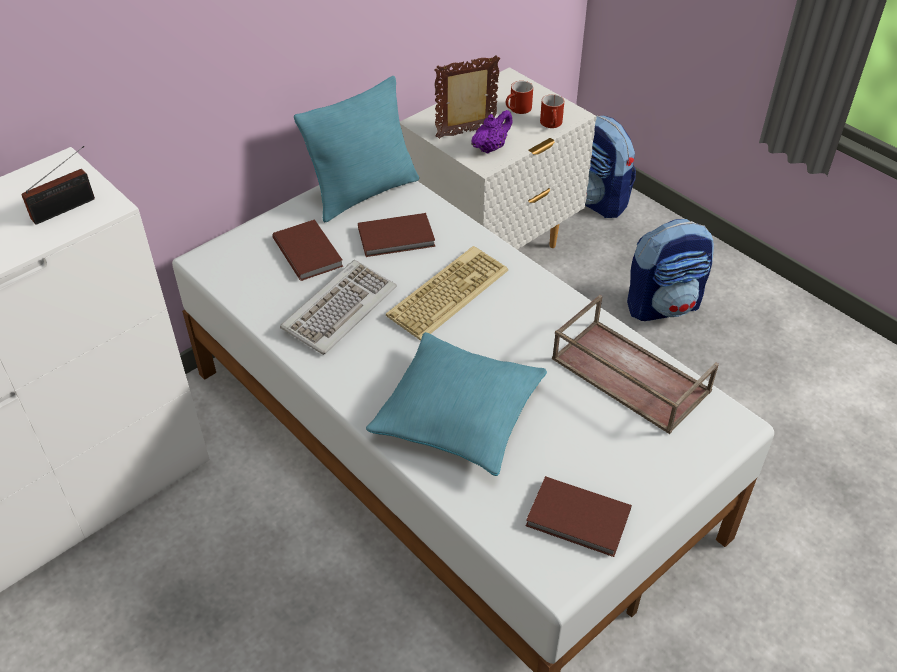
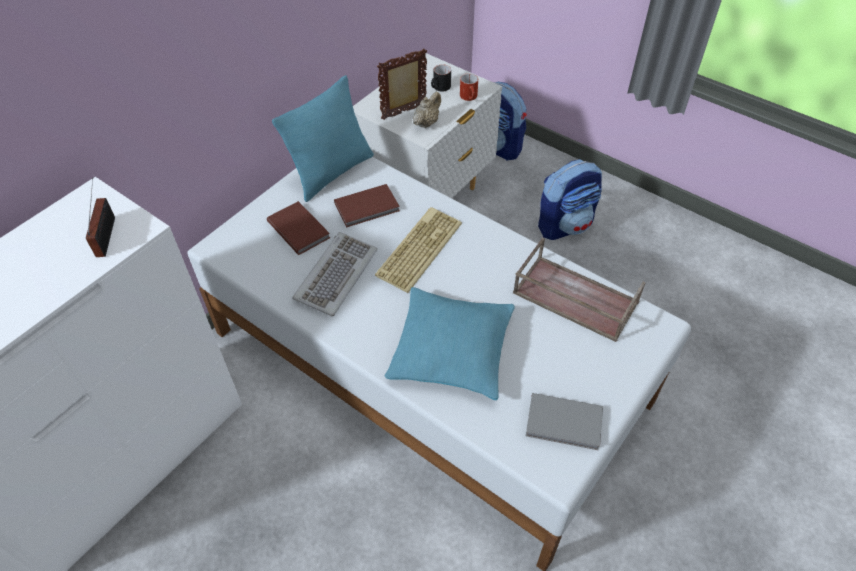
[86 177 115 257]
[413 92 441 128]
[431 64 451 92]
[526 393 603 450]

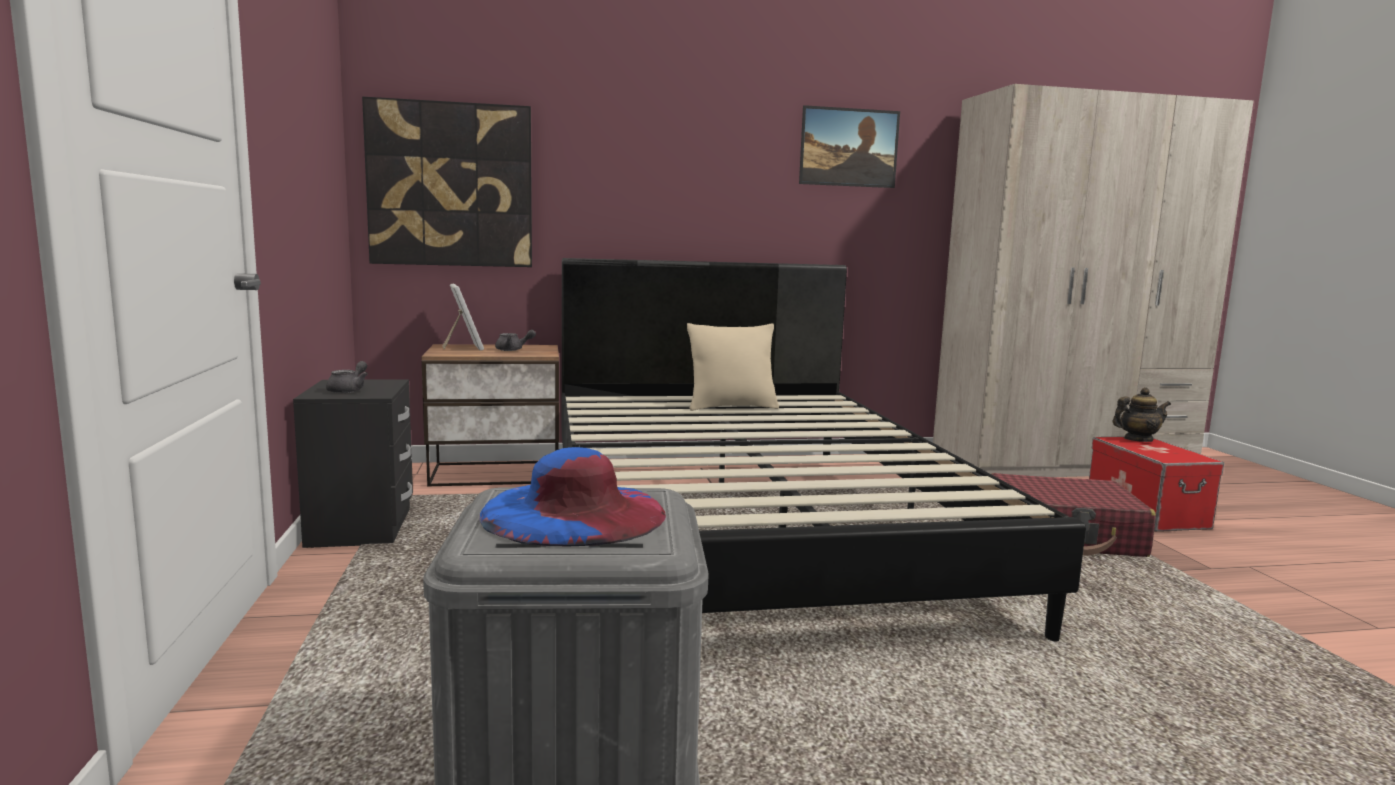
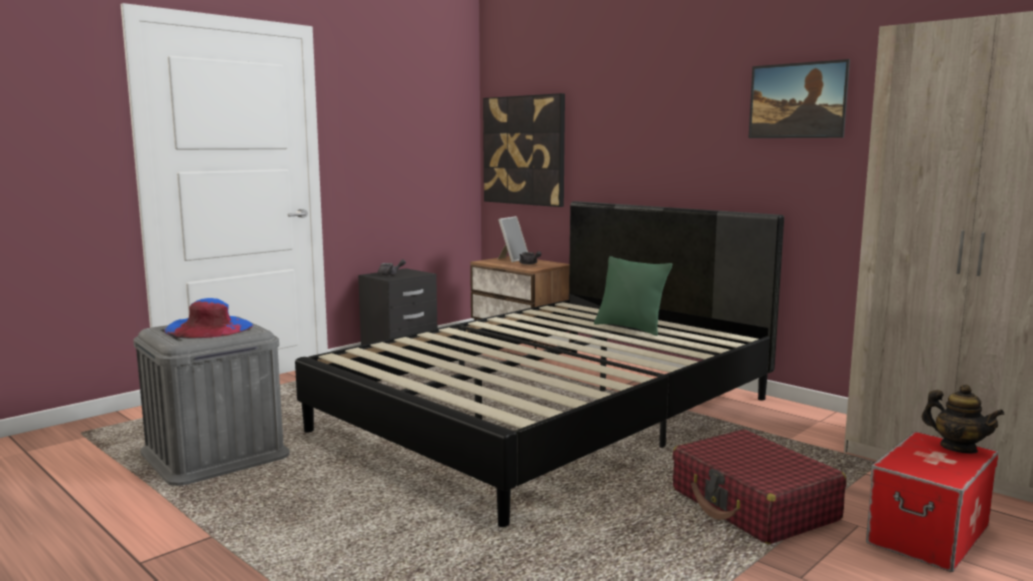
[594 256 672 336]

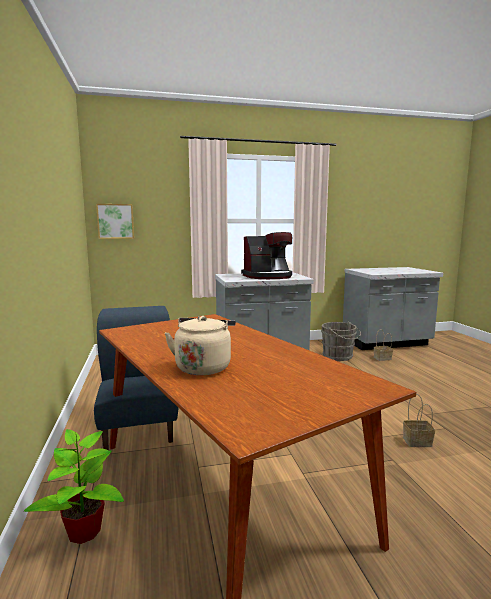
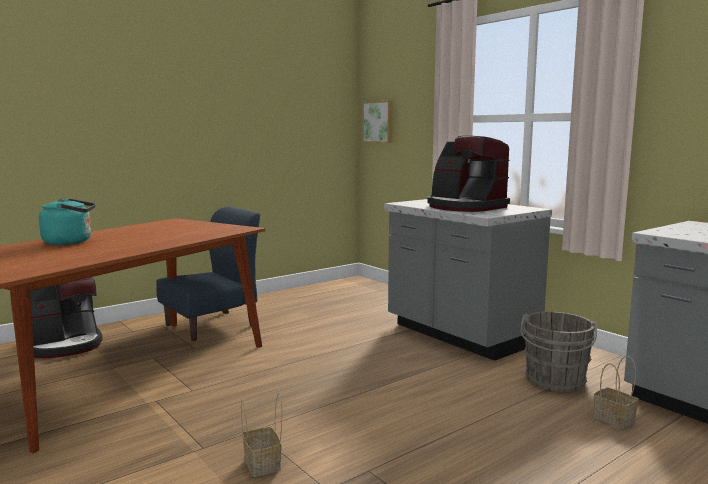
[30 277 103 358]
[39 198 96 245]

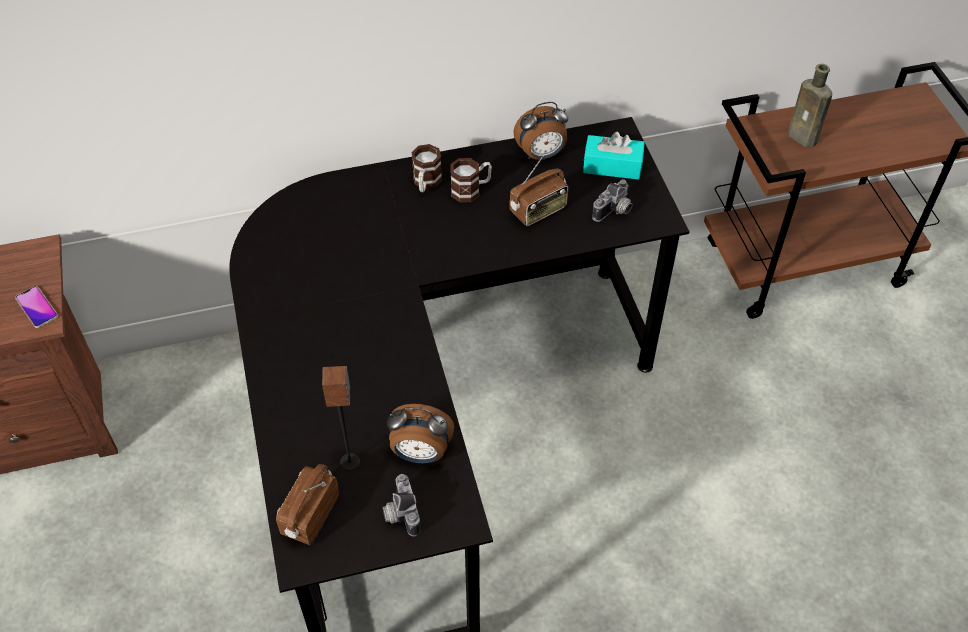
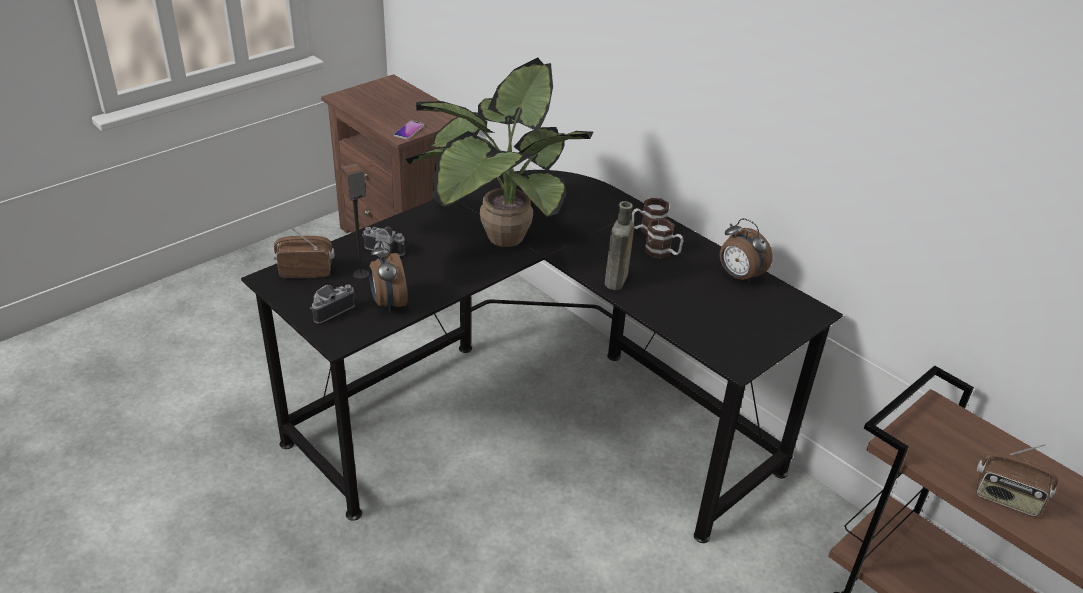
[976 444 1058 517]
[583 132 644 180] (first image)
[362 227 405 256]
[605 201 634 290]
[406 57 593 247]

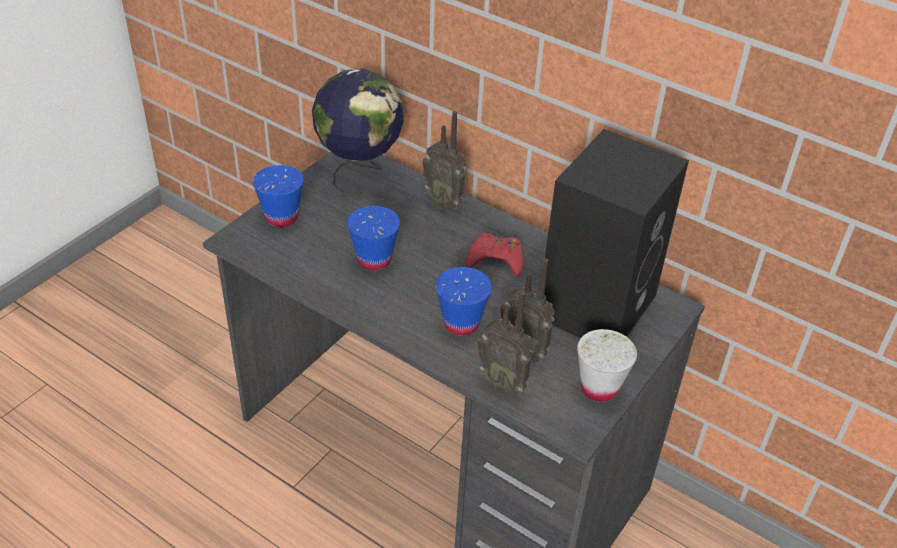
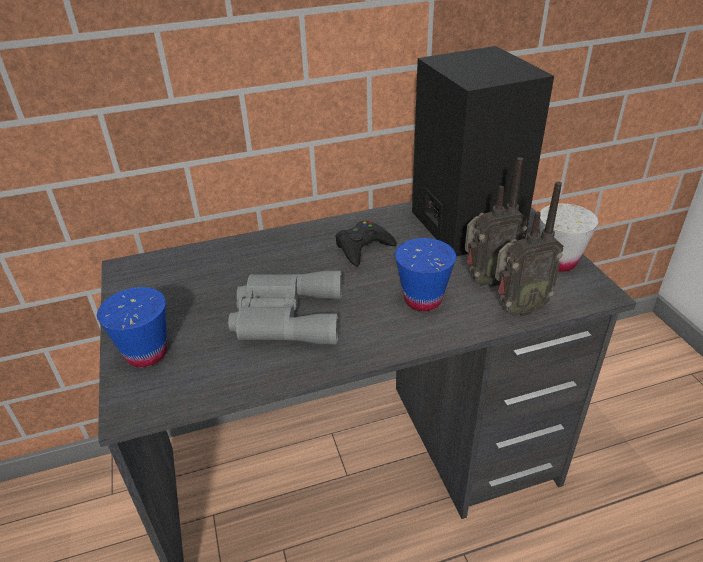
[312 69 404 196] (first image)
[228 271 342 345]
[422 111 467 210] (first image)
[335 220 397 267]

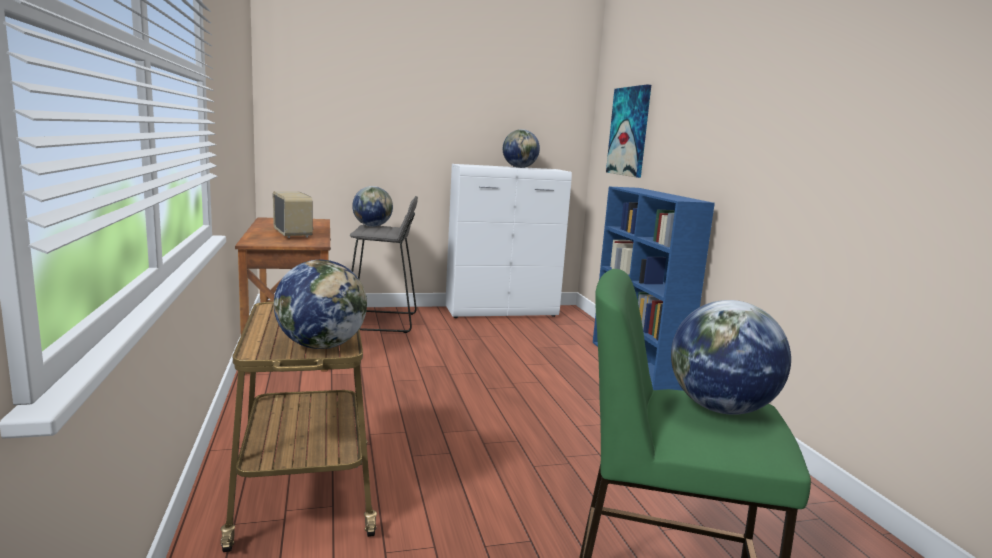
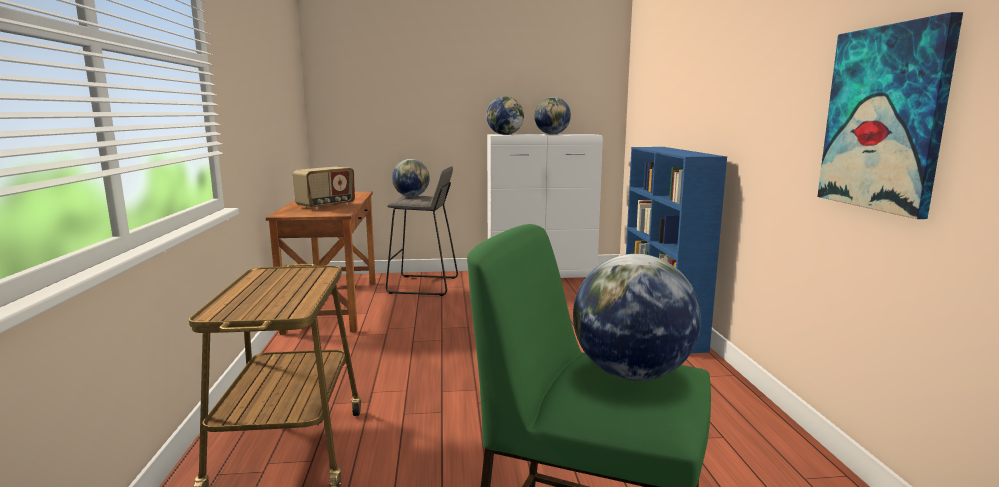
[293 167 355 209]
[486 97 524 135]
[817 12 963 219]

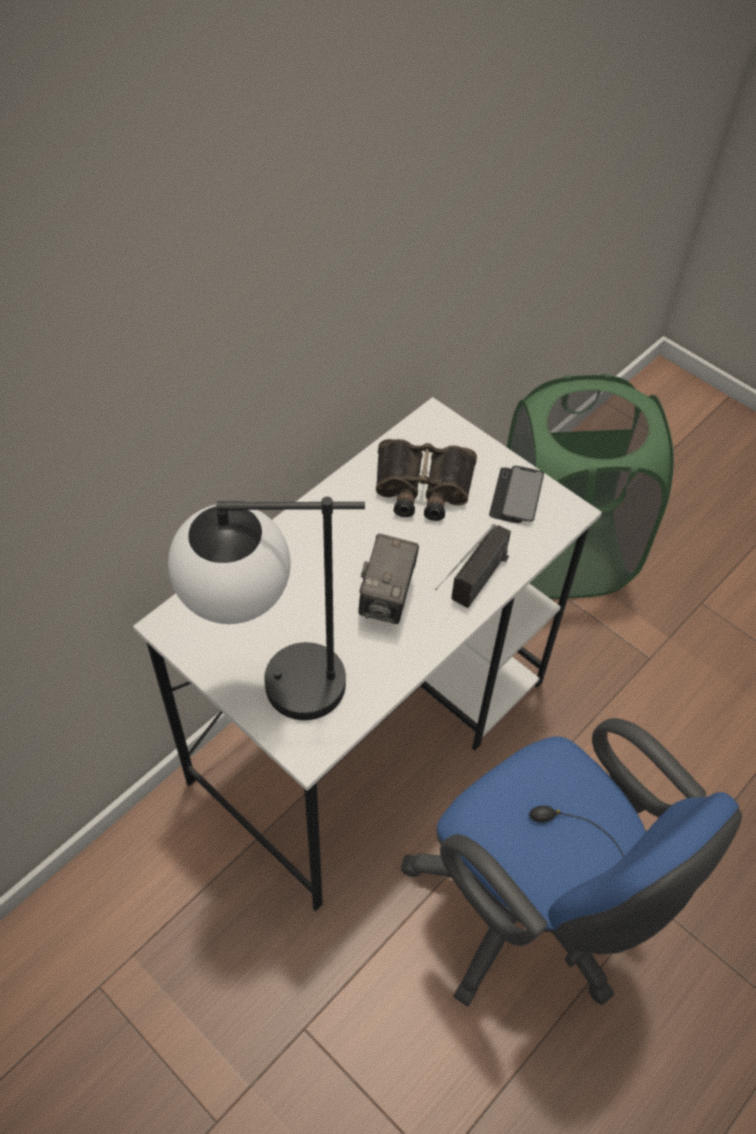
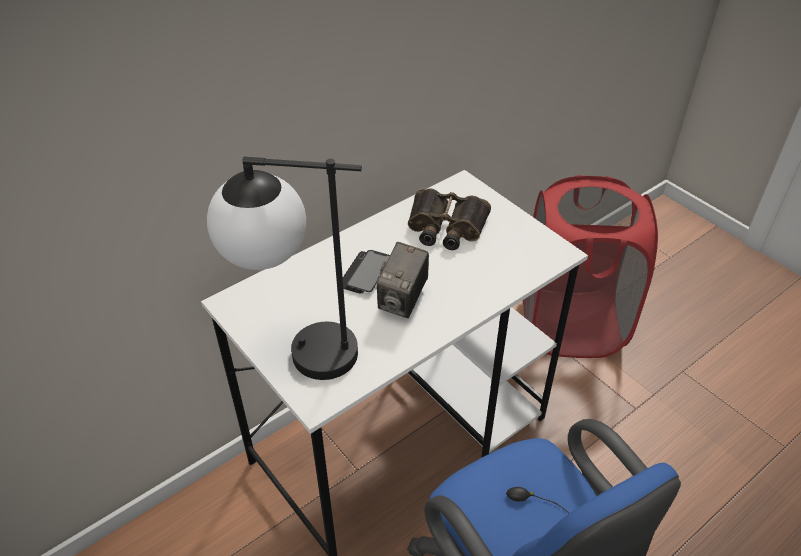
[435 524 511 608] (first image)
[343 250 390 293]
[523 175 658 358]

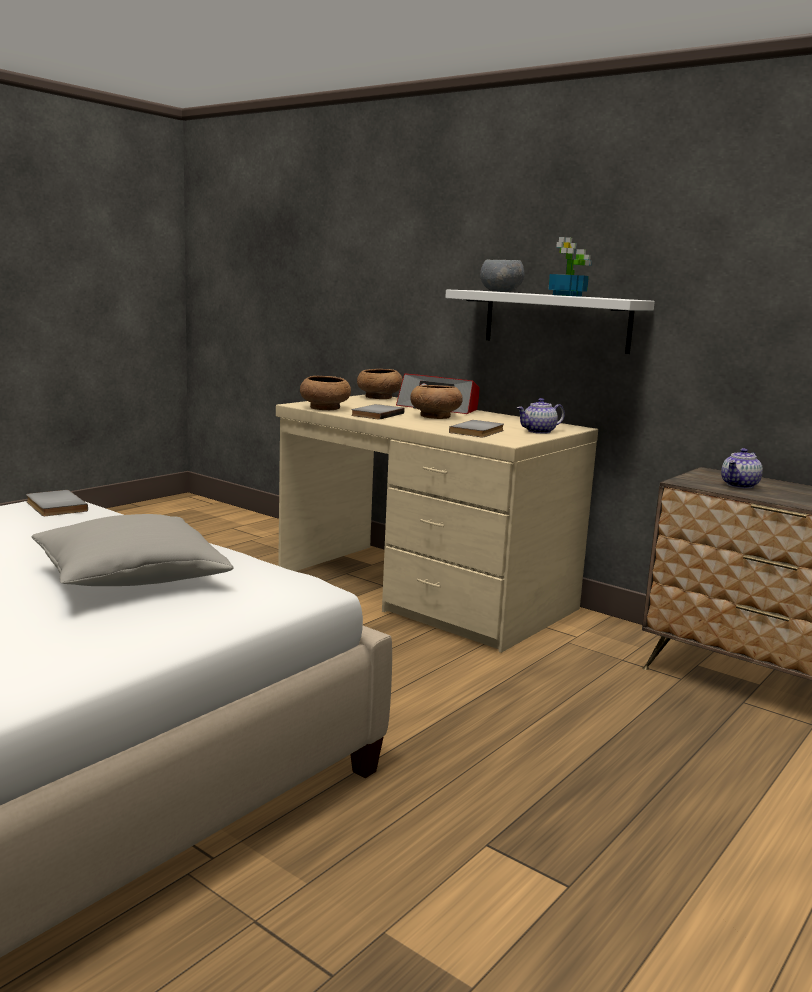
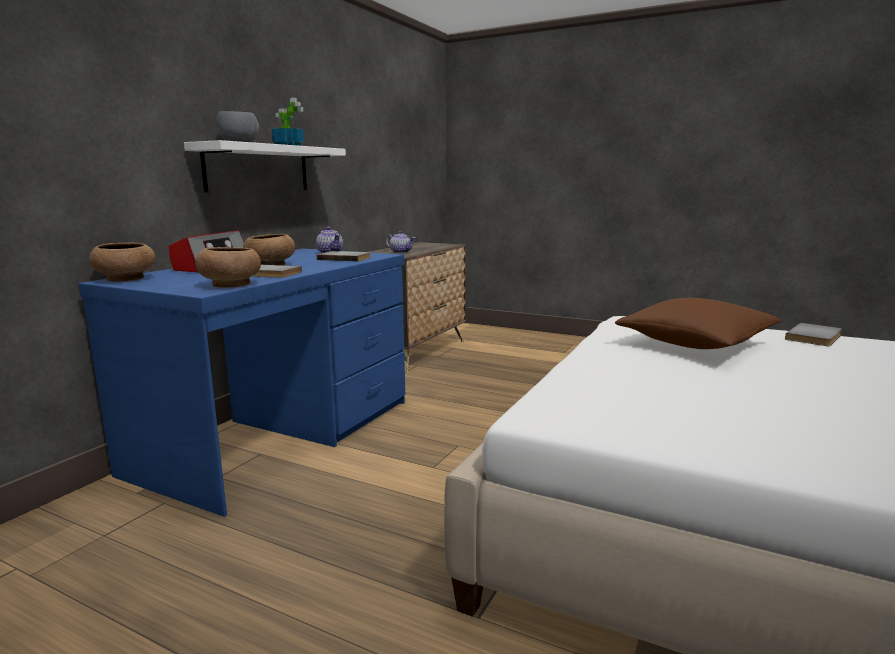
[785 323 842 346]
[615 298 781 349]
[78 249 405 517]

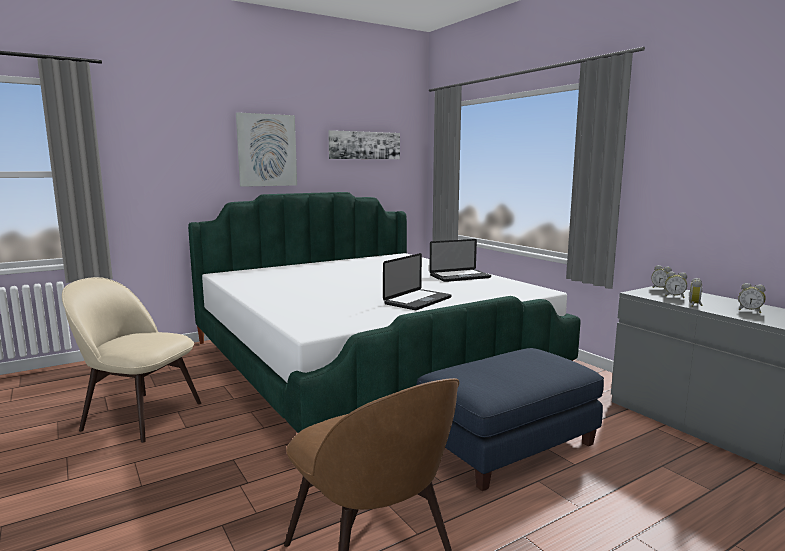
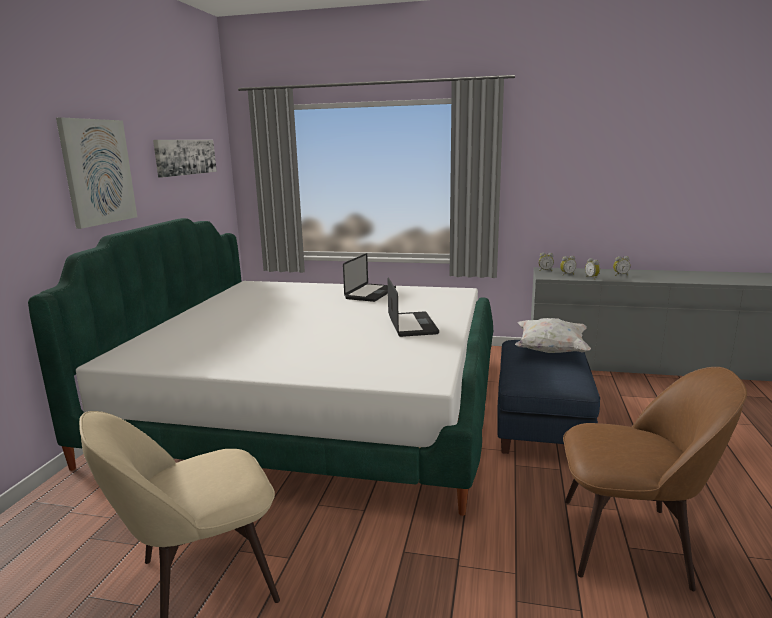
[515 318 591 353]

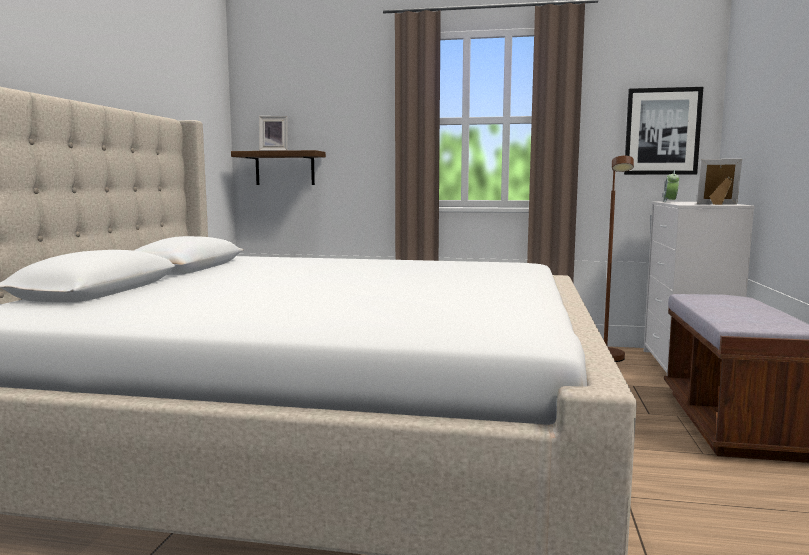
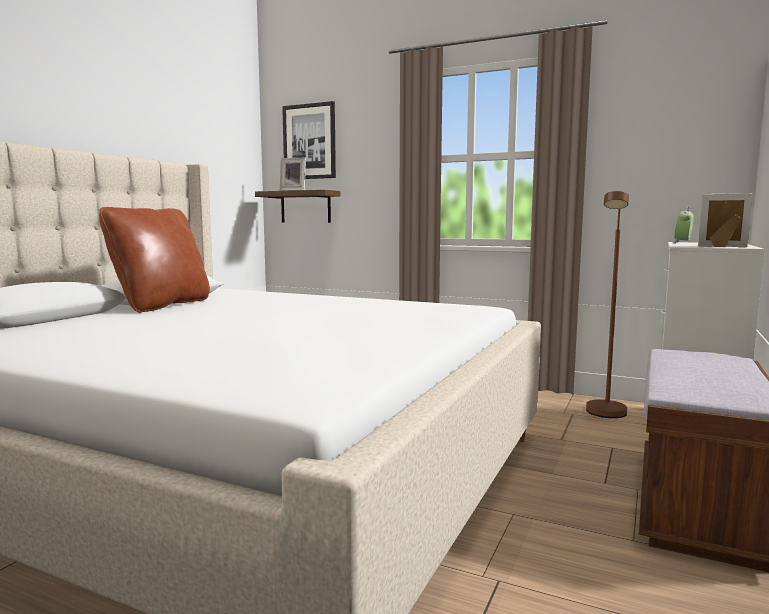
[282 101 336 179]
[99 207 210 313]

